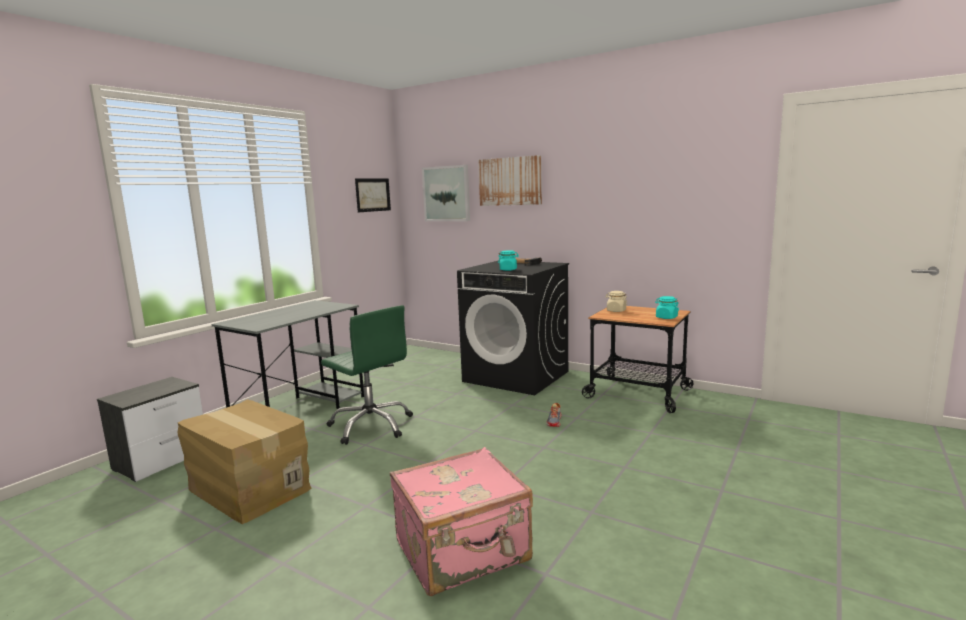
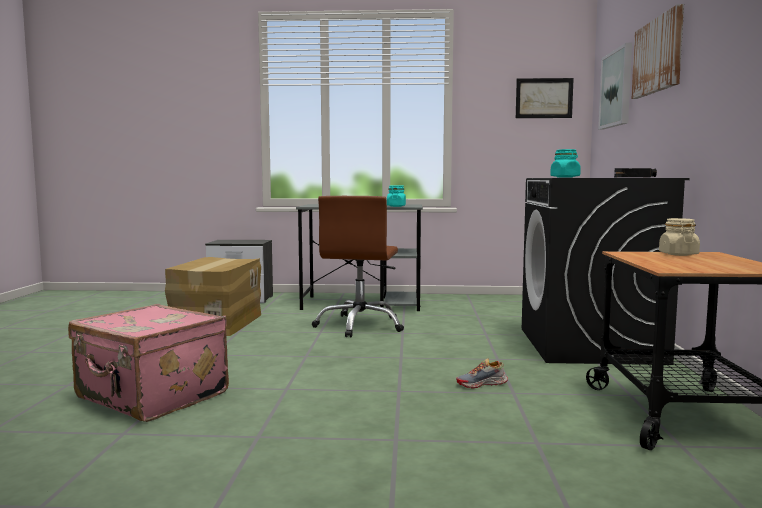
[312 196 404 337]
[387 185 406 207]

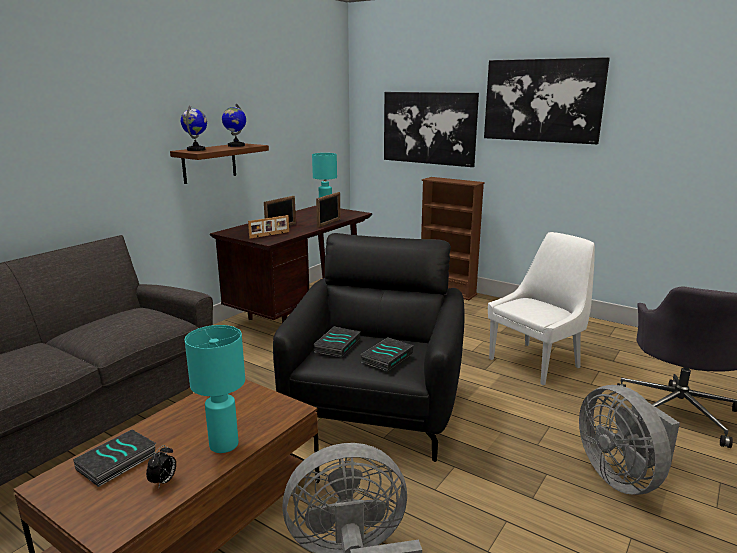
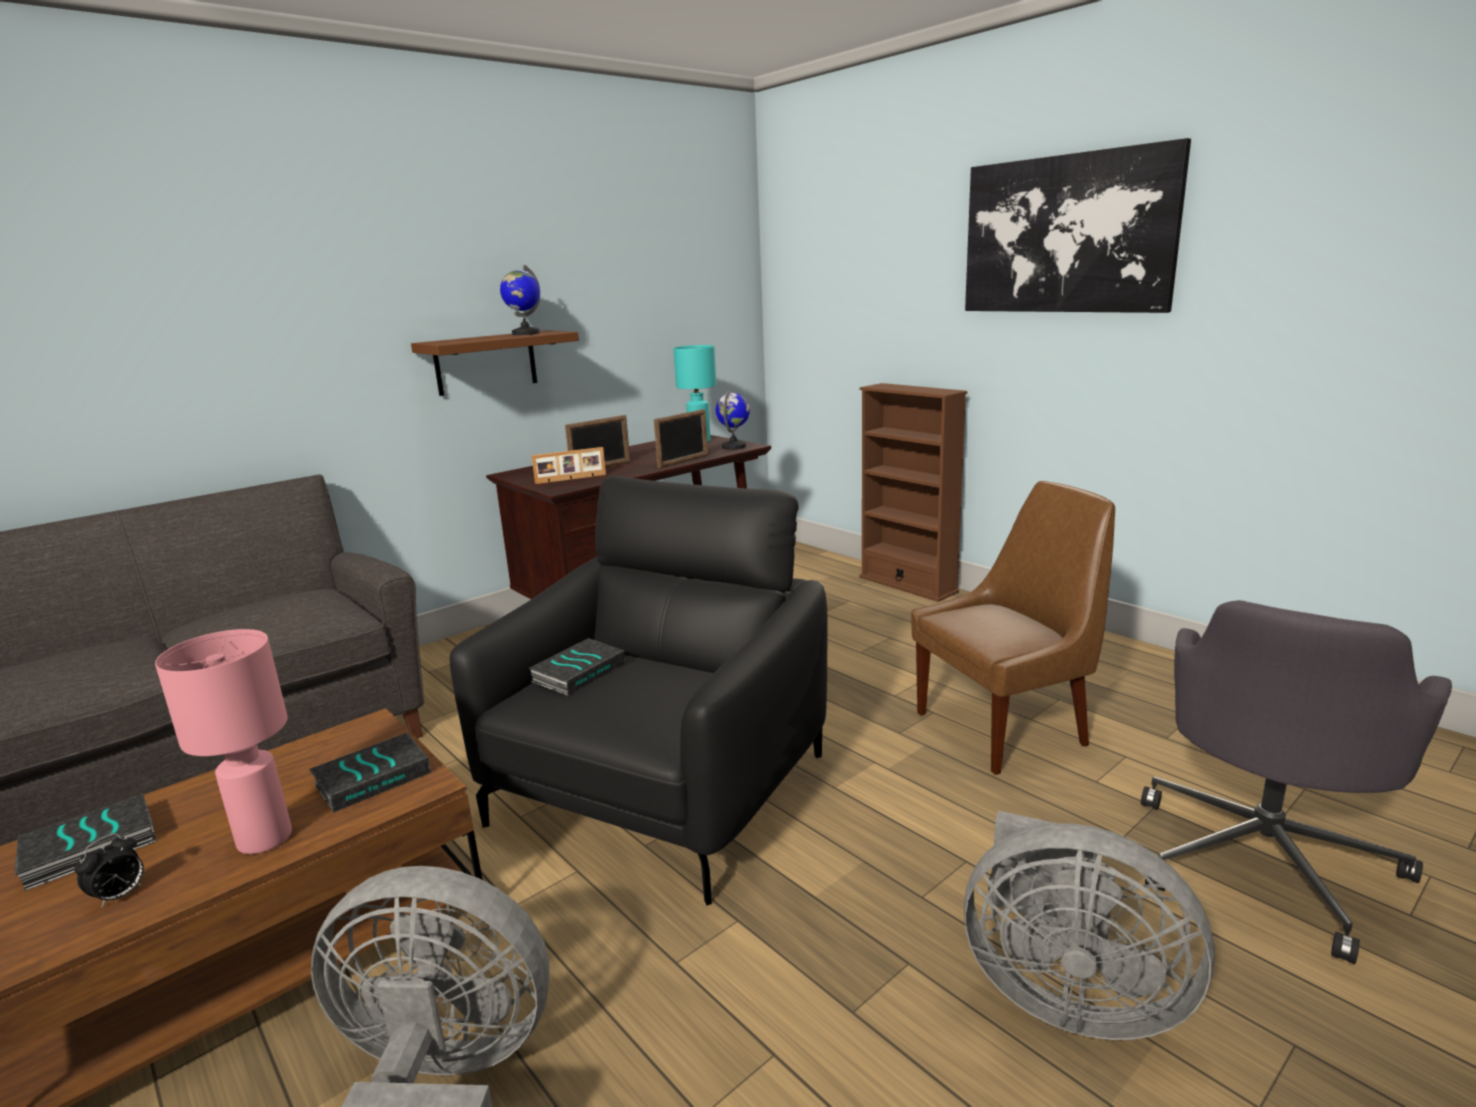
[716 390 750 450]
[155 629 292 854]
[309 733 431 813]
[384 92 479 167] (first image)
[911 481 1115 775]
[964 811 1215 1040]

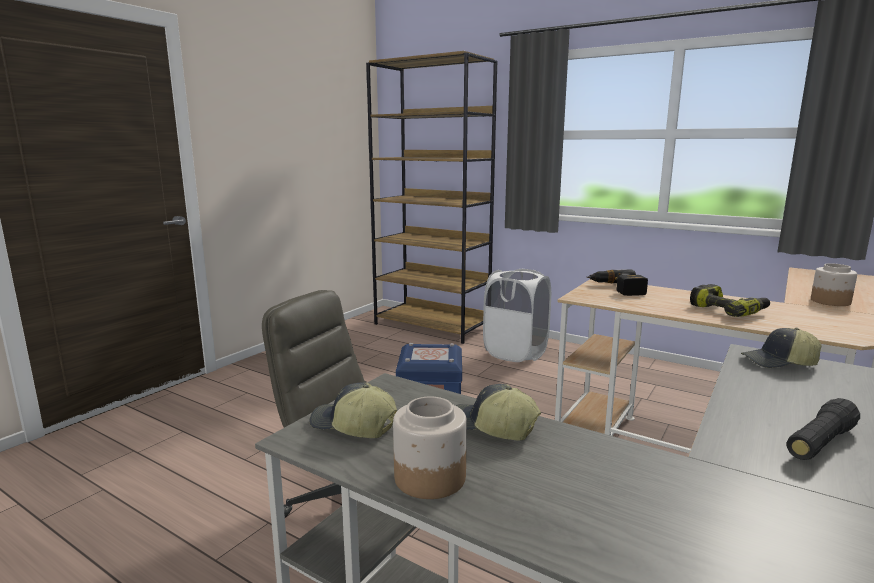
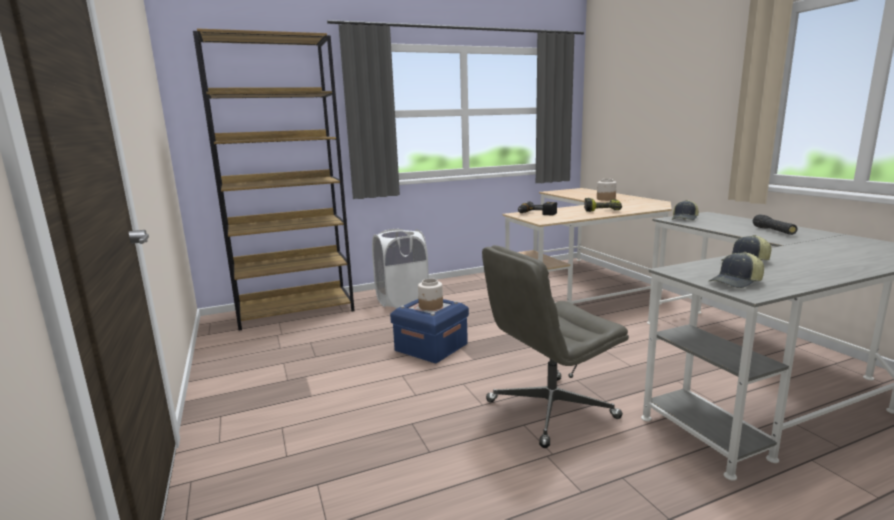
[418 279 443 310]

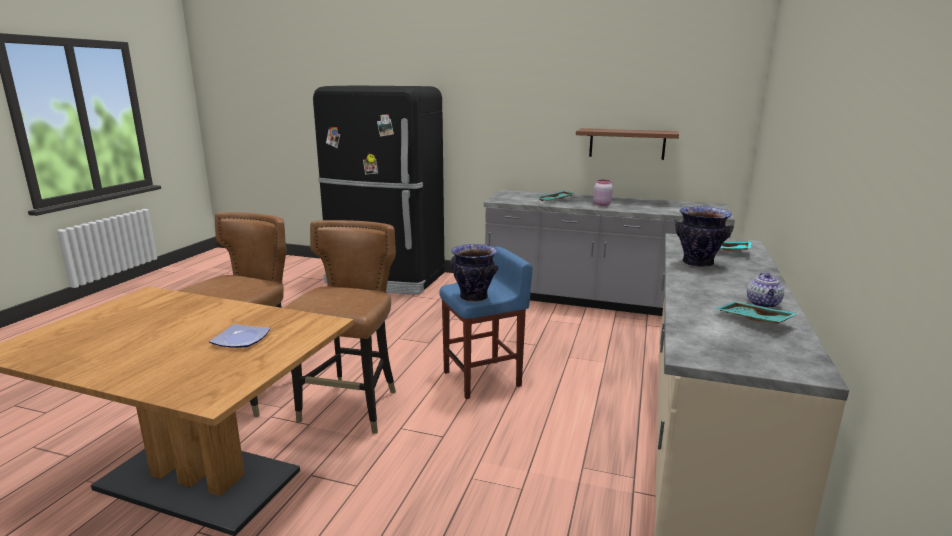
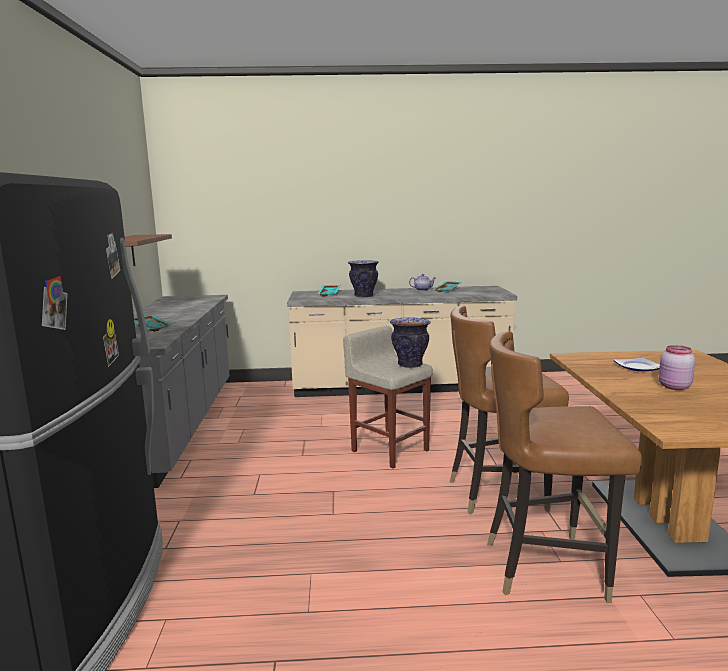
[343 326 433 468]
[659 345 695 390]

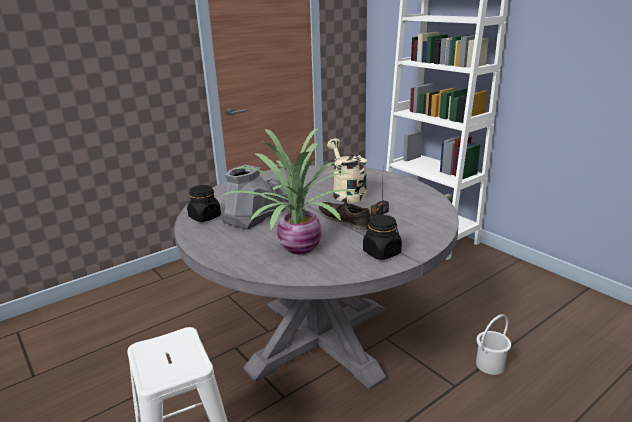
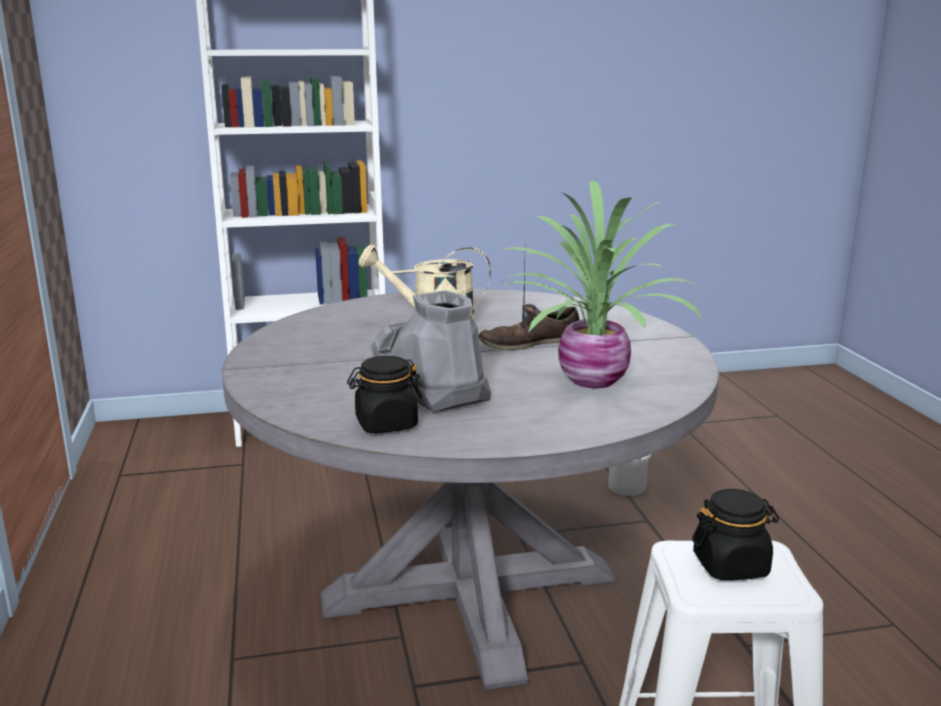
[692 489 779 580]

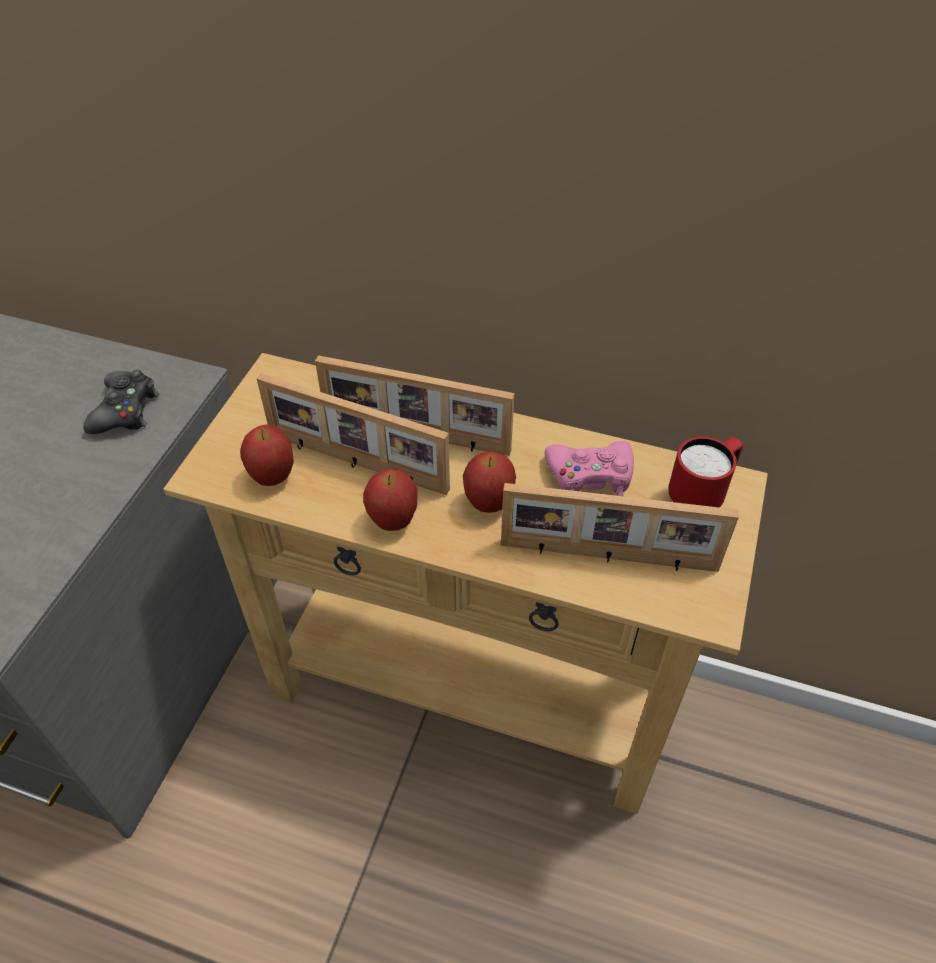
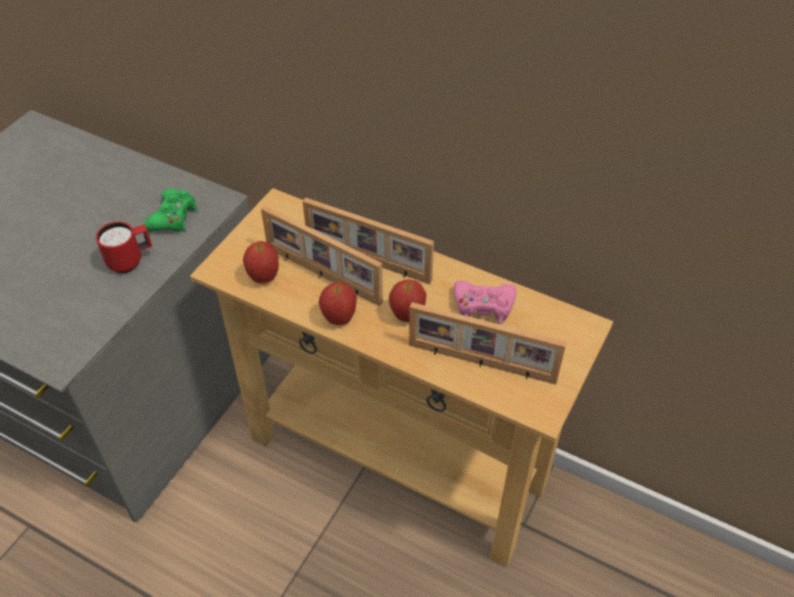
[144 189 198 232]
[96 222 152 273]

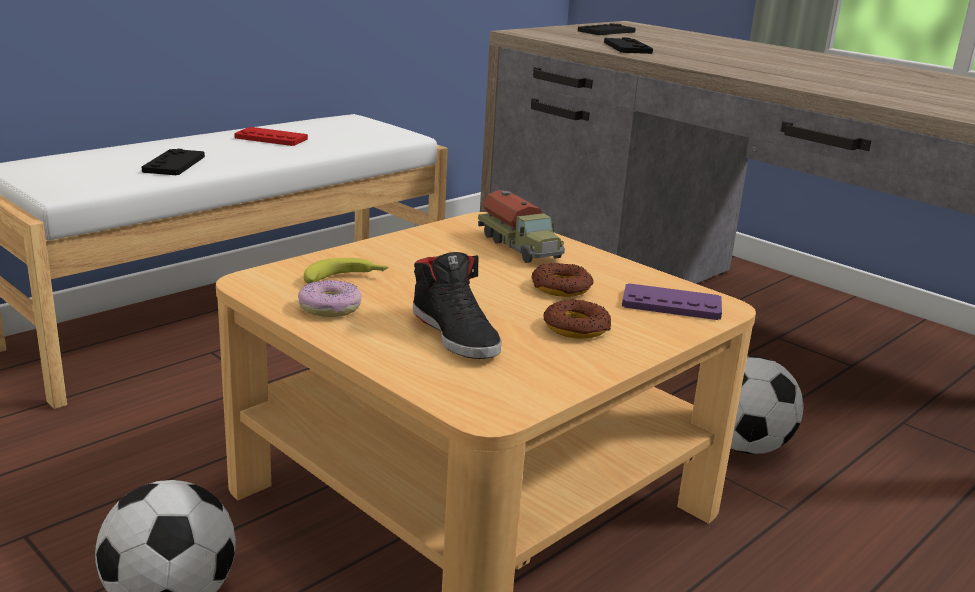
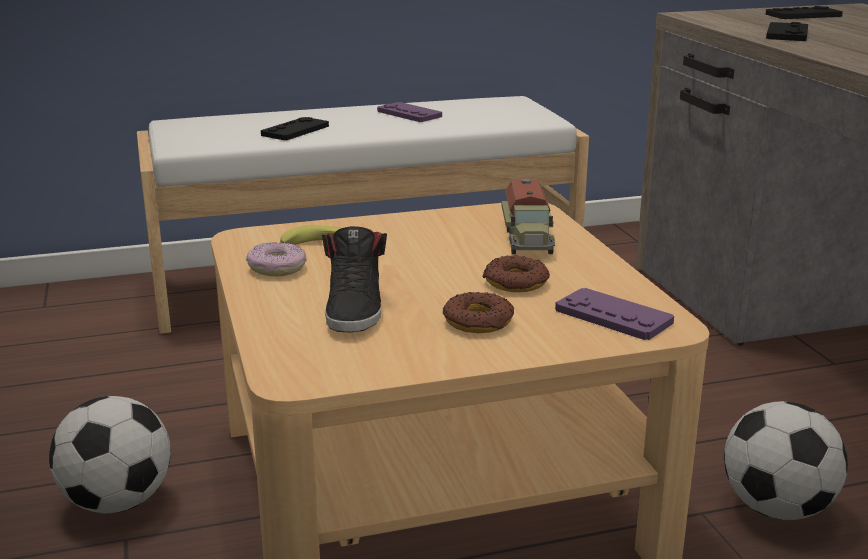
[377 102 442 122]

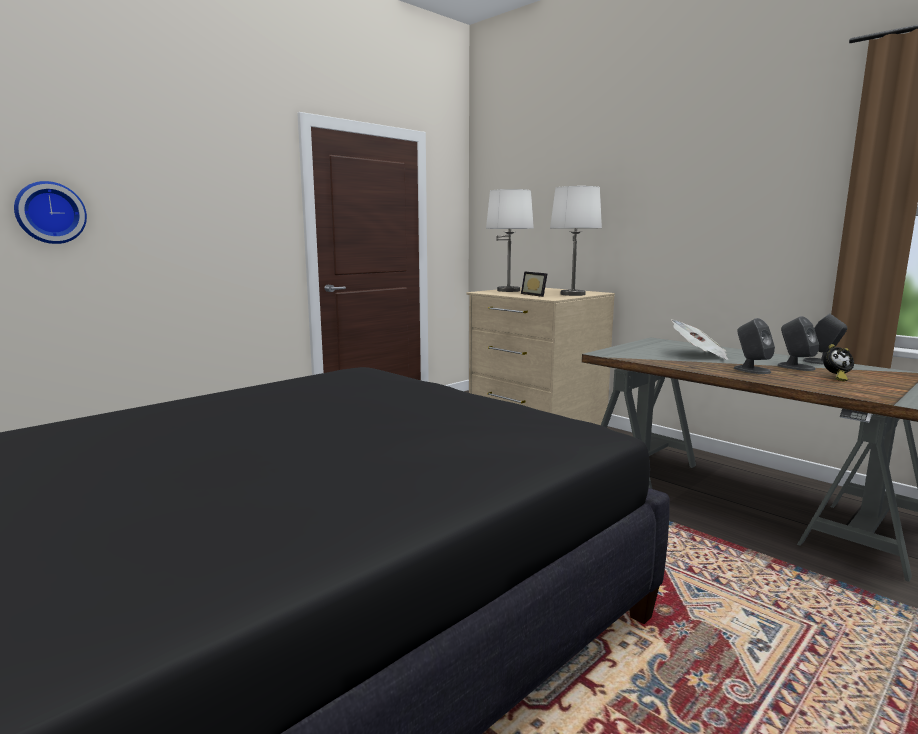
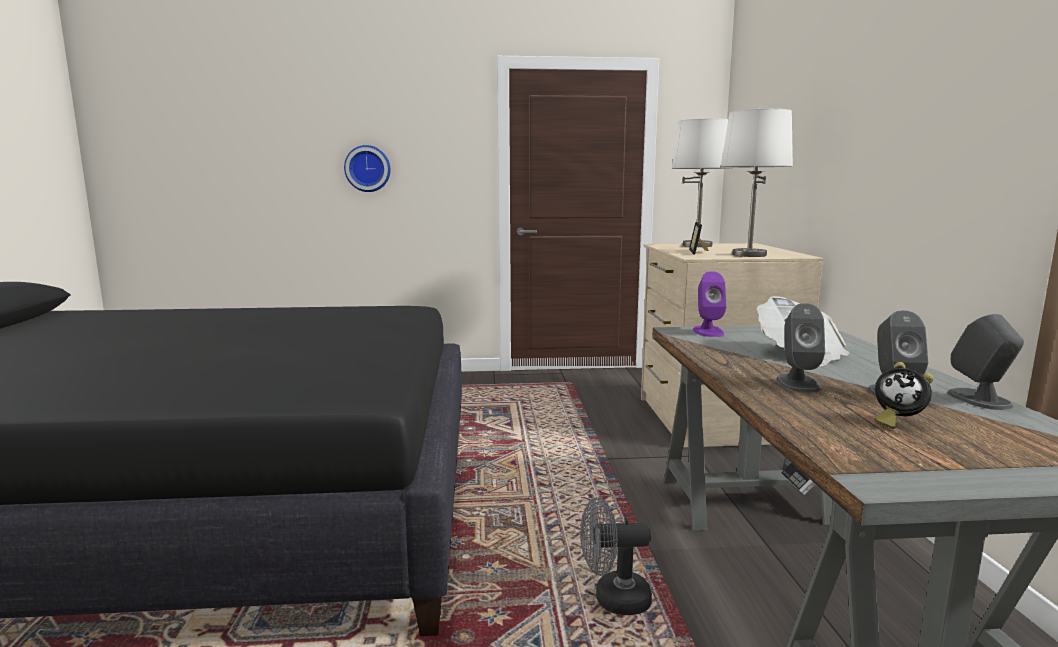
[344 145 390 192]
[580 497 652 615]
[693 271 726 337]

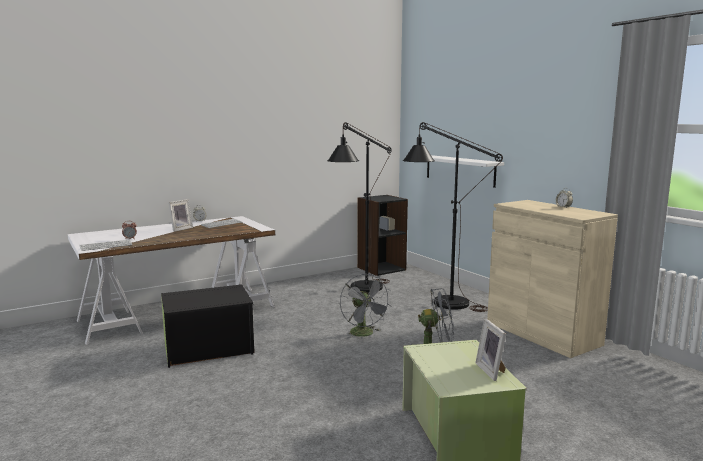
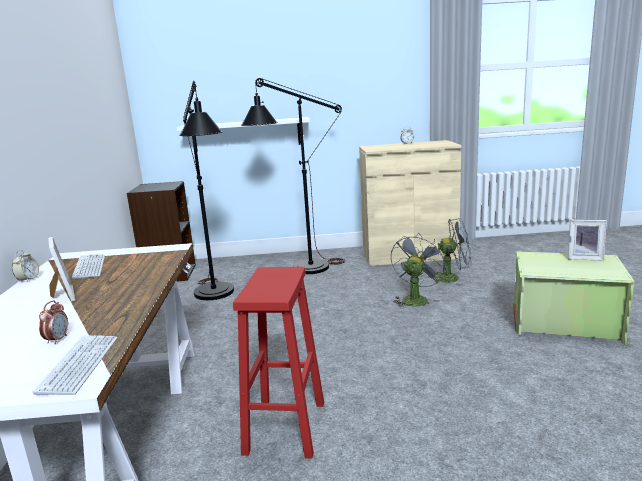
[233 267 324 458]
[435 218 471 286]

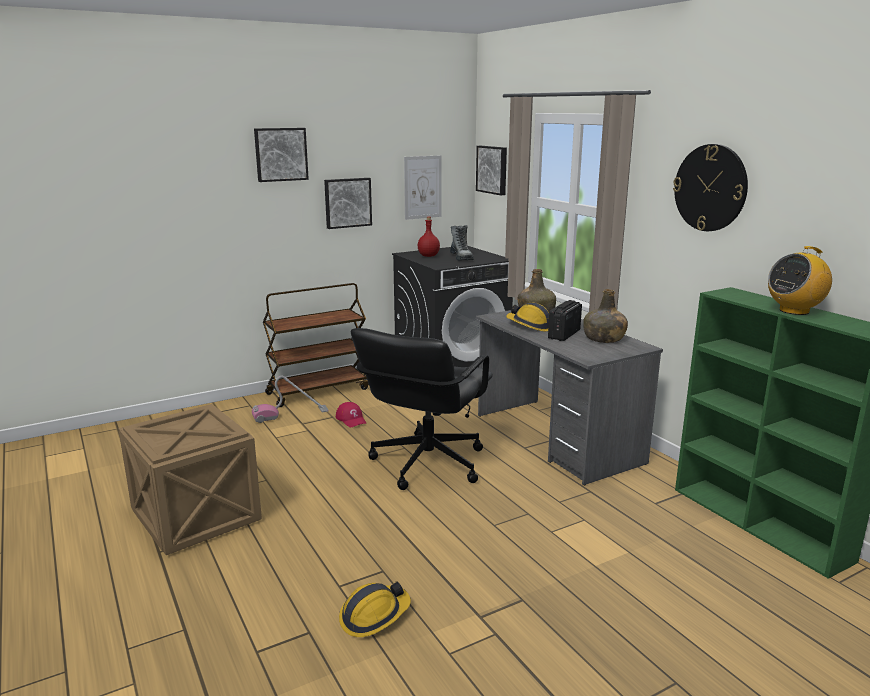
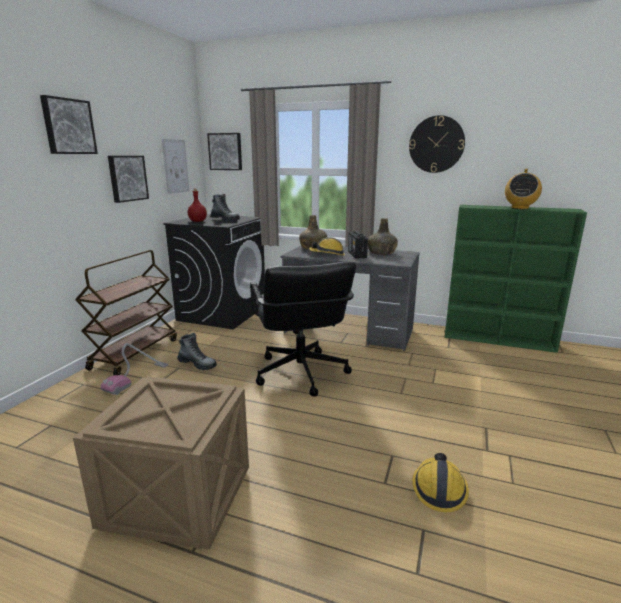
[177 333 217 370]

